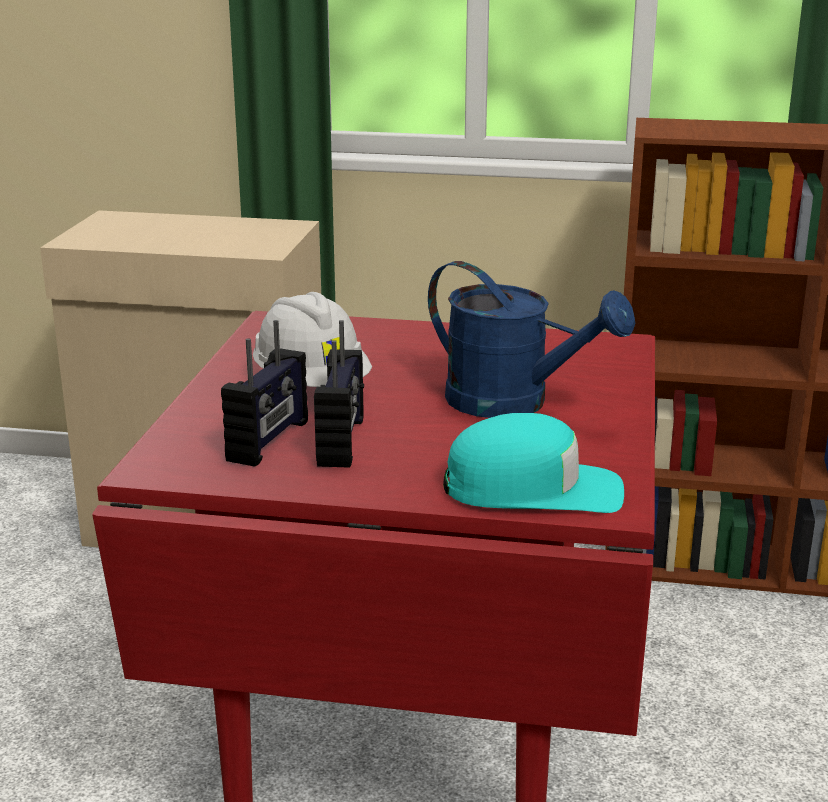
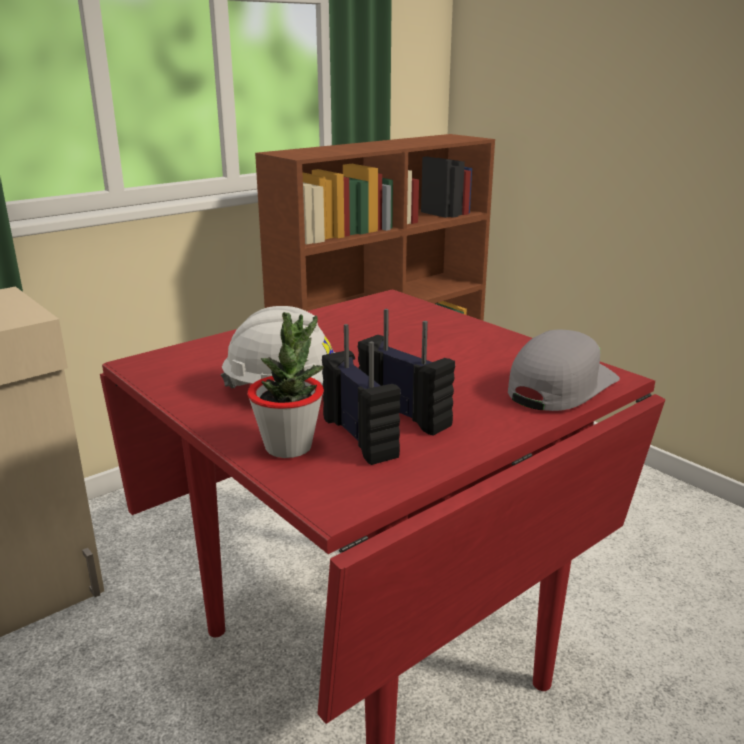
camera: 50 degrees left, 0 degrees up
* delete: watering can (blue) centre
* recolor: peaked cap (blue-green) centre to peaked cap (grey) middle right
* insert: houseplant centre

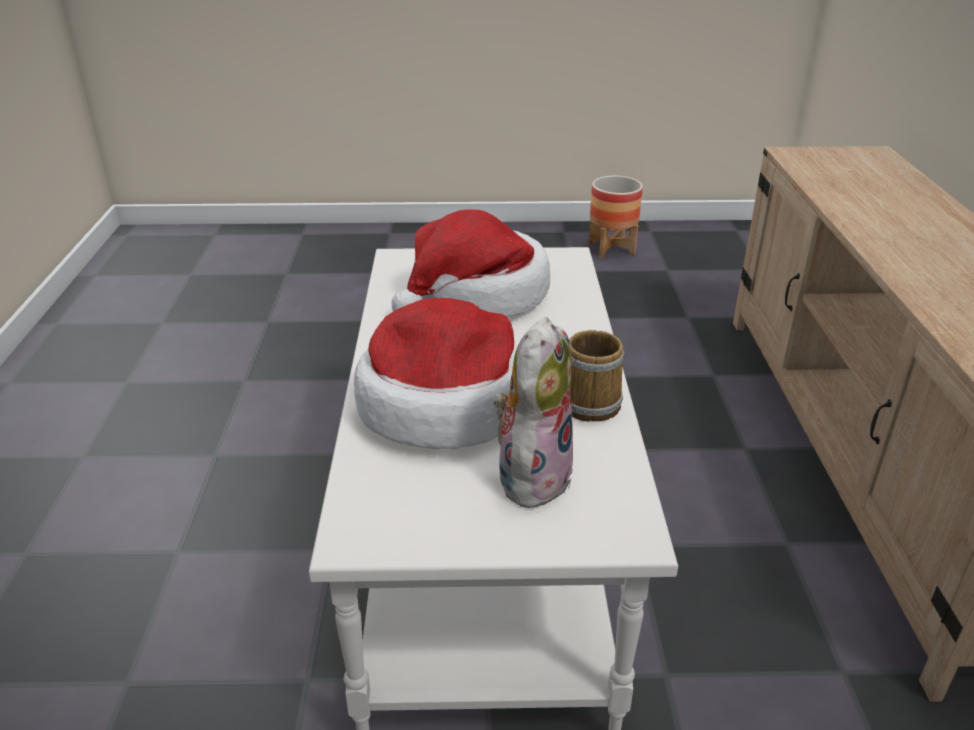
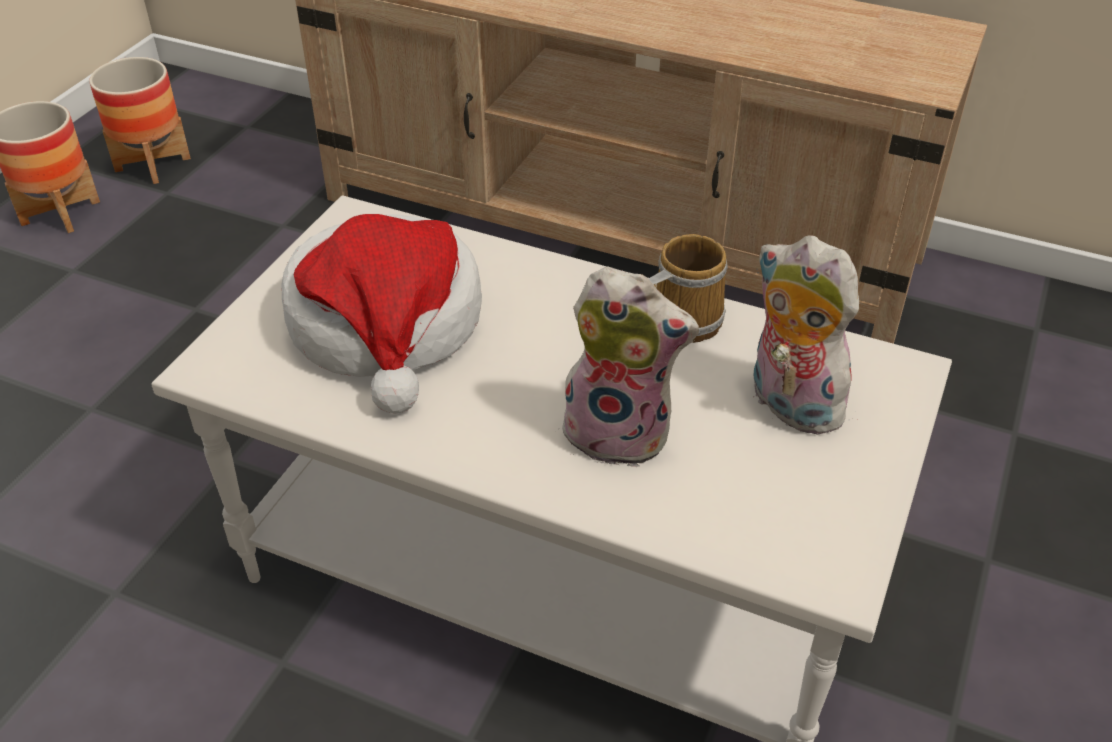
camera: 65 degrees left, 10 degrees up
* replace: clothing hat (1st from left) centre to plush toy (1st from left) centre
* insert: flower pot (2nd from left) top left

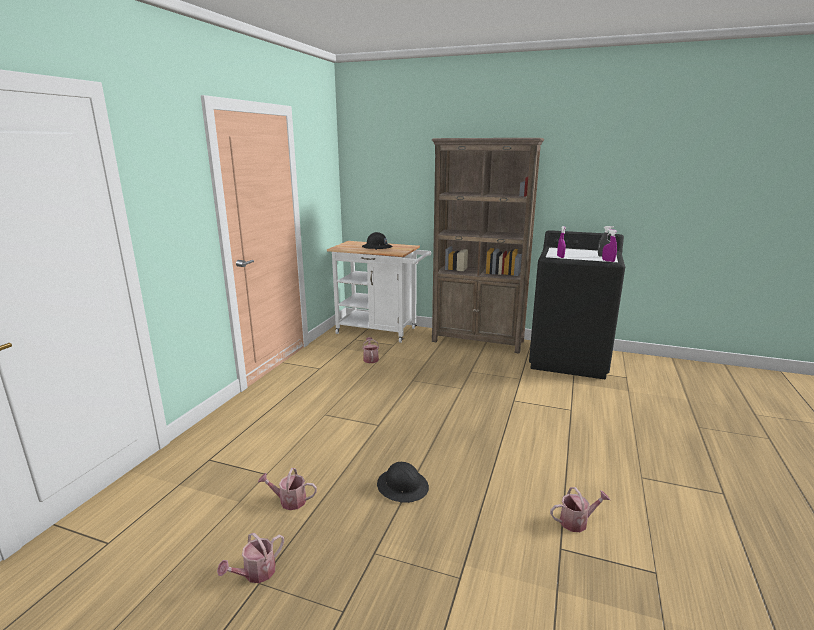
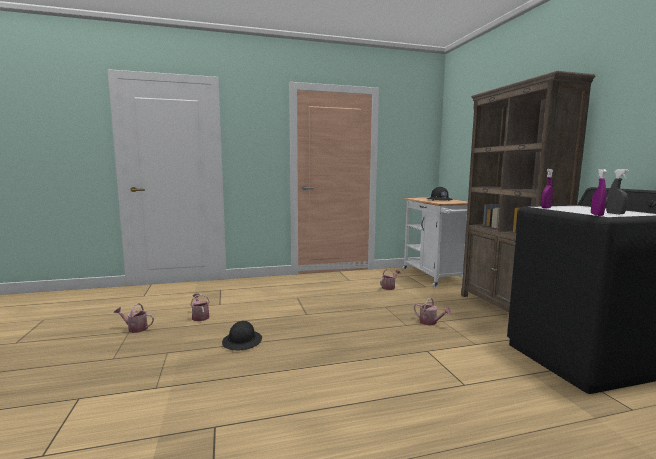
camera: 55 degrees right, 10 degrees down
* move: watering can (4th from left) bottom right to bottom centre

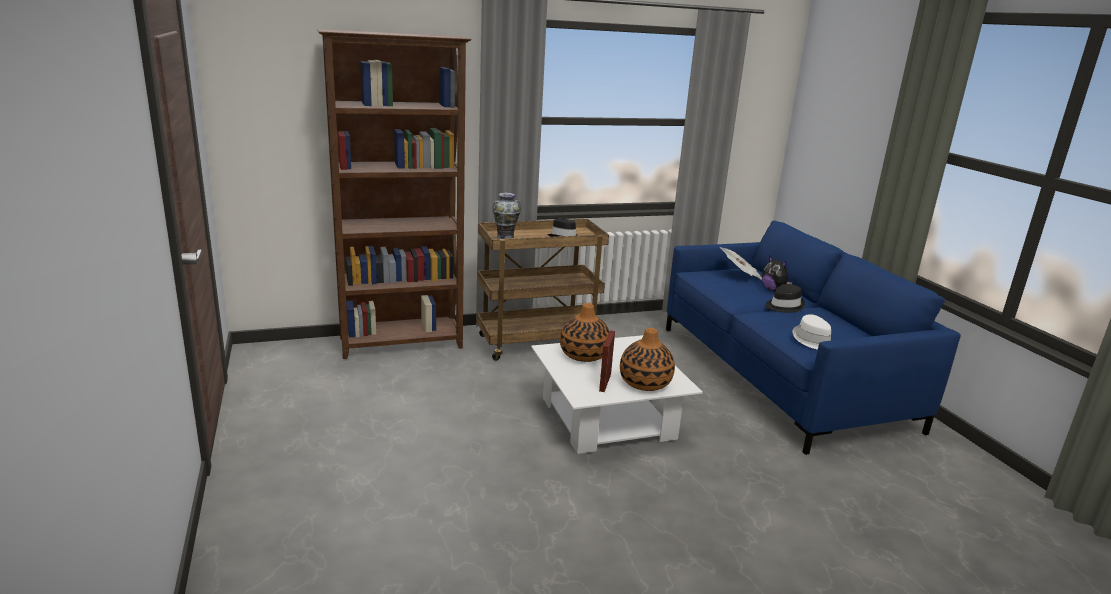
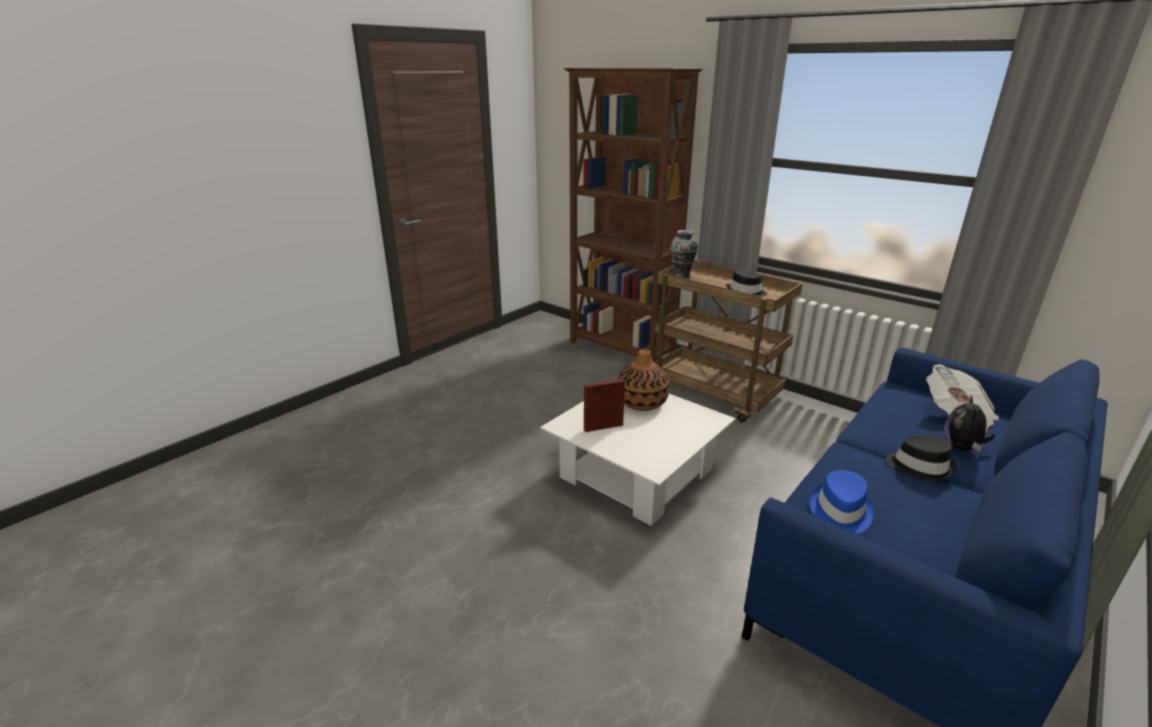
camera: 60 degrees right, 5 degrees up
* delete: flower vase (3rd from left) centre
* recolor: clothing hat (white) middle right to clothing hat (blue) bottom right

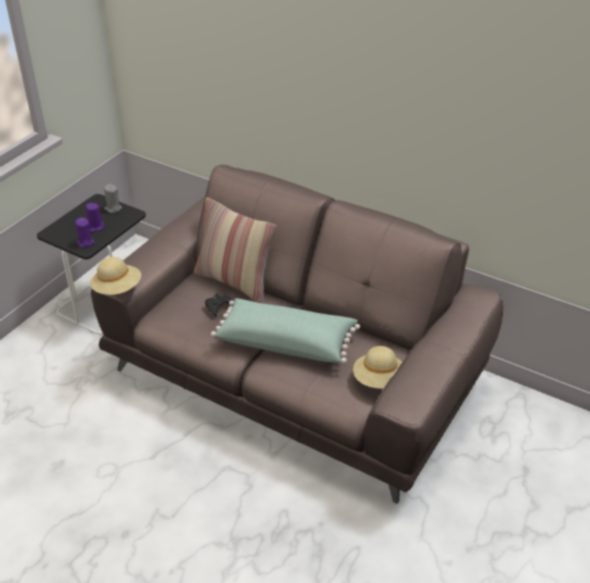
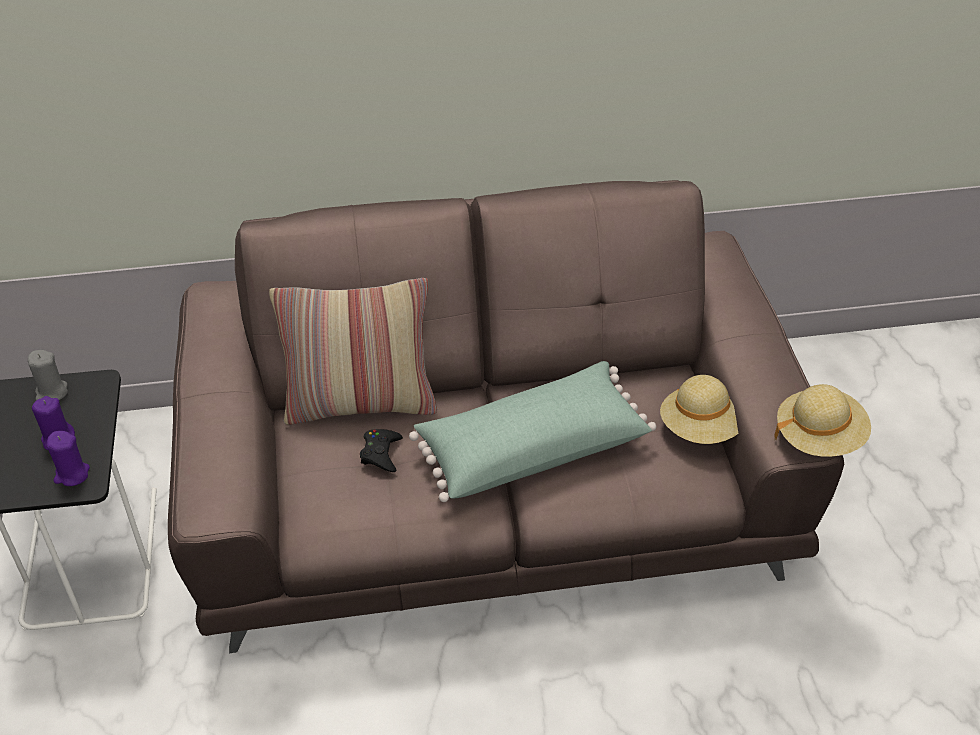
camera: 40 degrees left, 5 degrees up
* move: clothing hat (beige-coloured) (1st from left in the first image) middle left to clothing hat (beige-coloured) (2nd from left) middle right

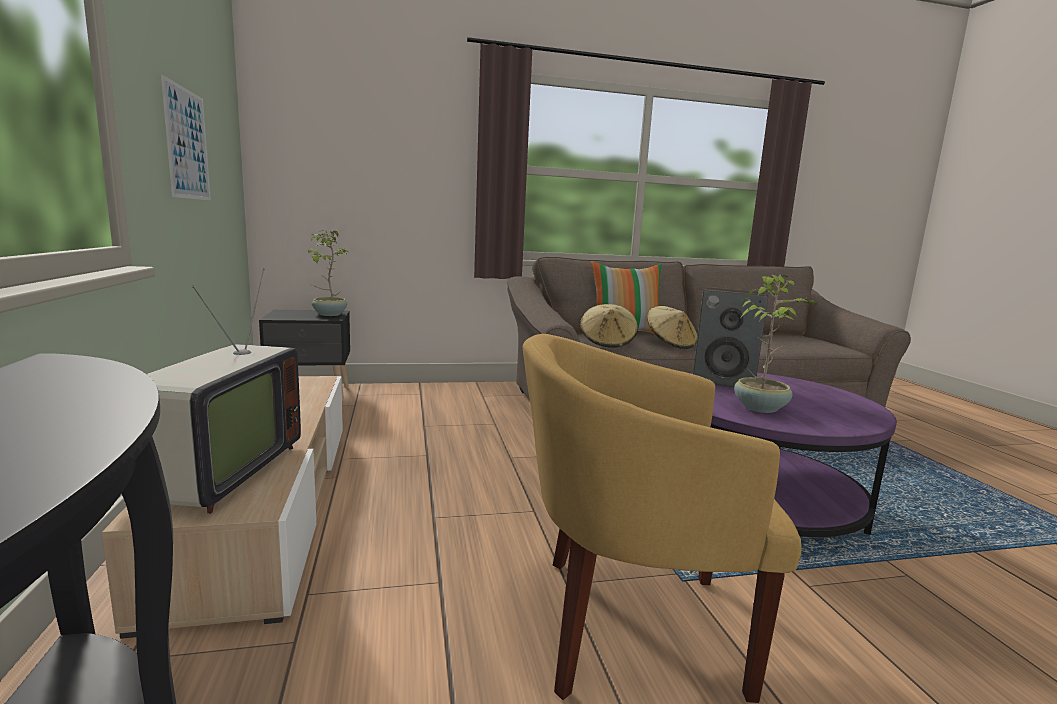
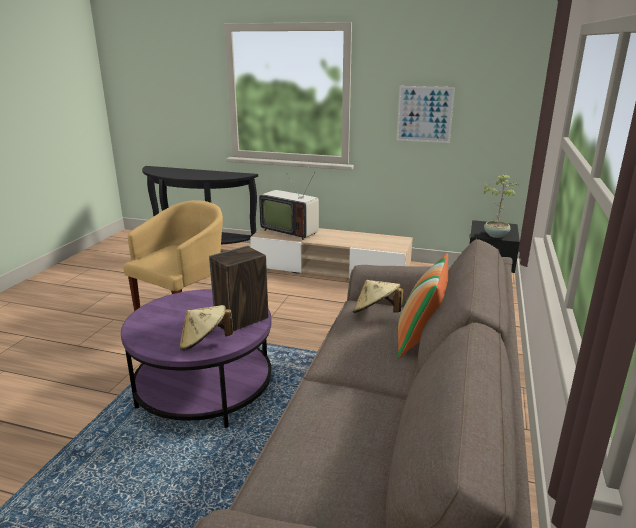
camera: 120 degrees right, 10 degrees up
* move: clothing hat (beige-coloured) (2nd from left in the first image) centre to clothing hat (beige-coloured) (1st from left) middle left
* delete: houseplant (2nd from left) middle right

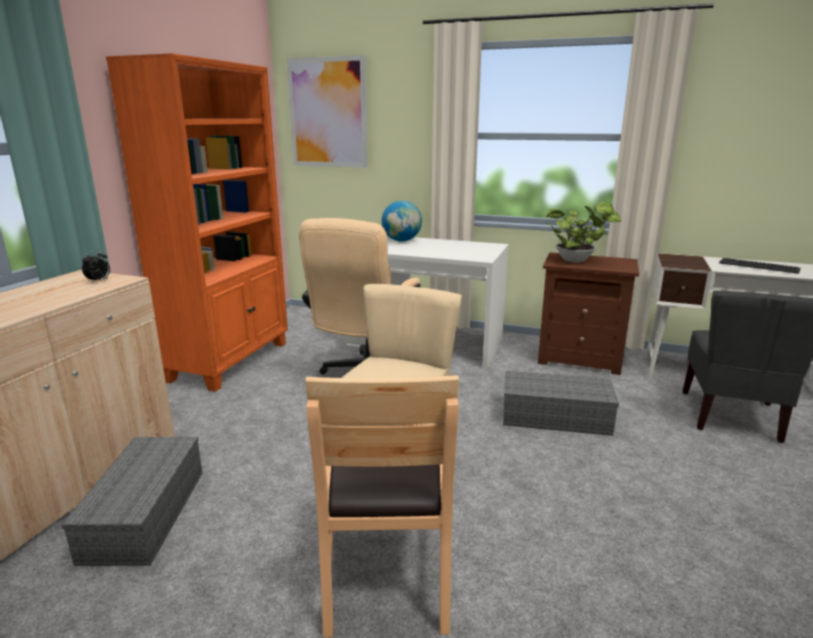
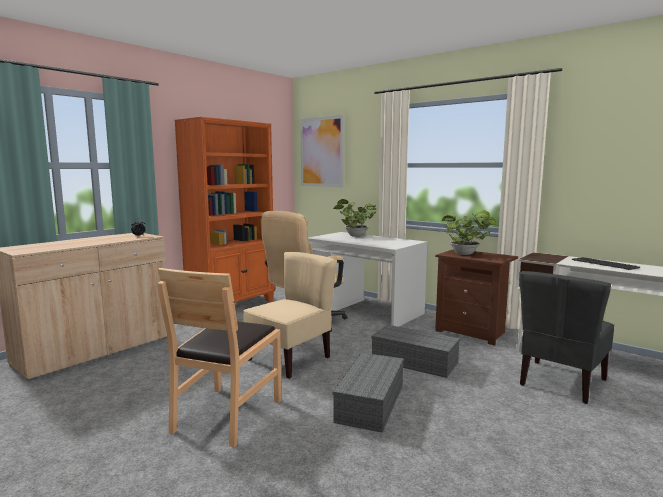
camera: 20 degrees right, 10 degrees down
* move: storage box (grey) (1st from left) bottom left to bottom centre
* replace: globe centre to houseplant (1st from left) centre

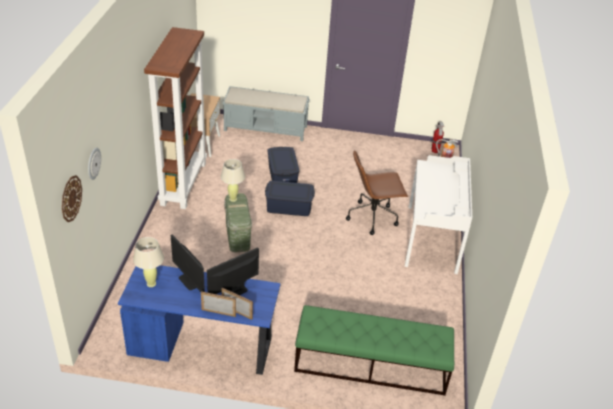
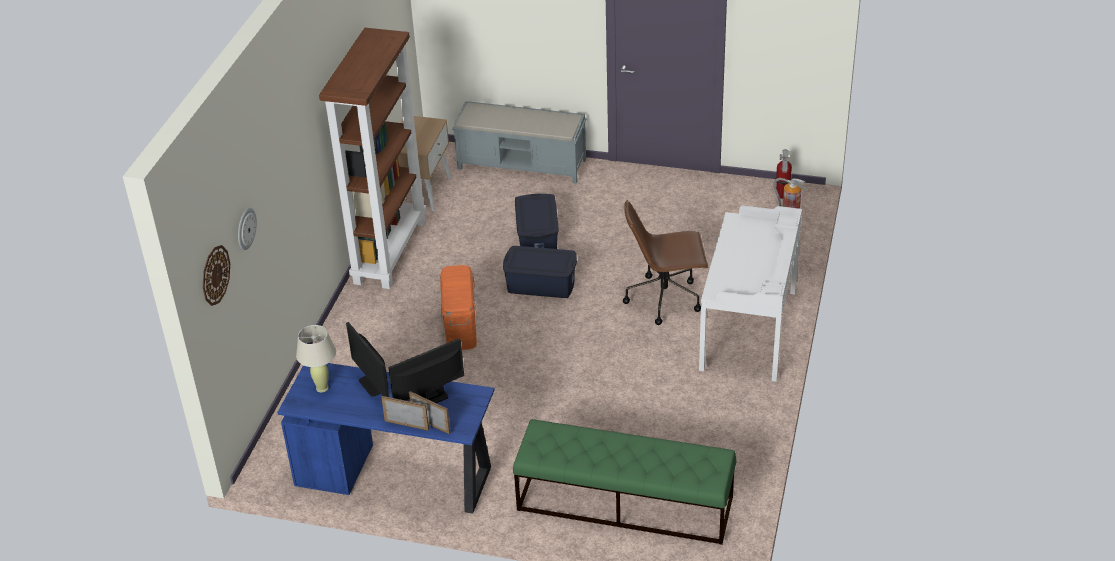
camera: 10 degrees right, 0 degrees up
* delete: table lamp (beige-coloured) (2nd from left) centre
* recolor: storage box (greenish) centre to storage box (orange-coloured) centre

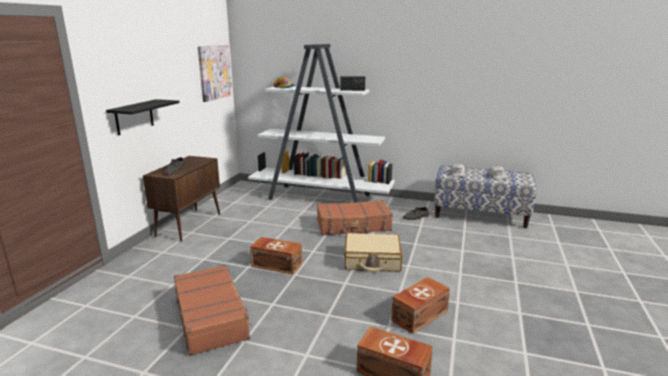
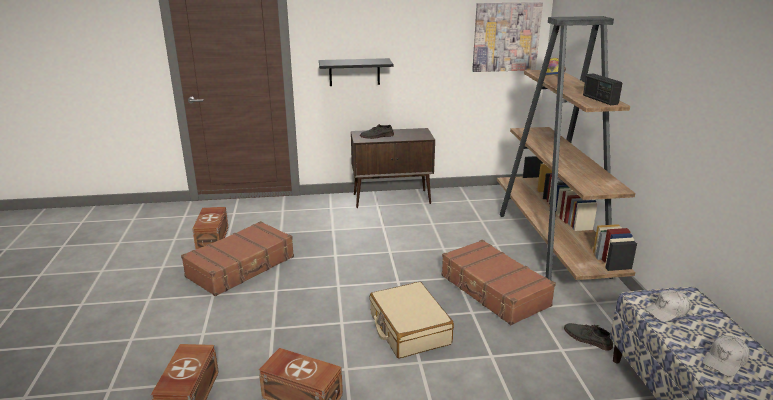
camera: 65 degrees right, 5 degrees up
* recolor: shelving unit (white) top centre to shelving unit (brown-coloured) middle right
* move: storage box (brown-coloured) (1st from left in the first image) bottom centre to storage box (brown-coloured) (2nd from left) middle left

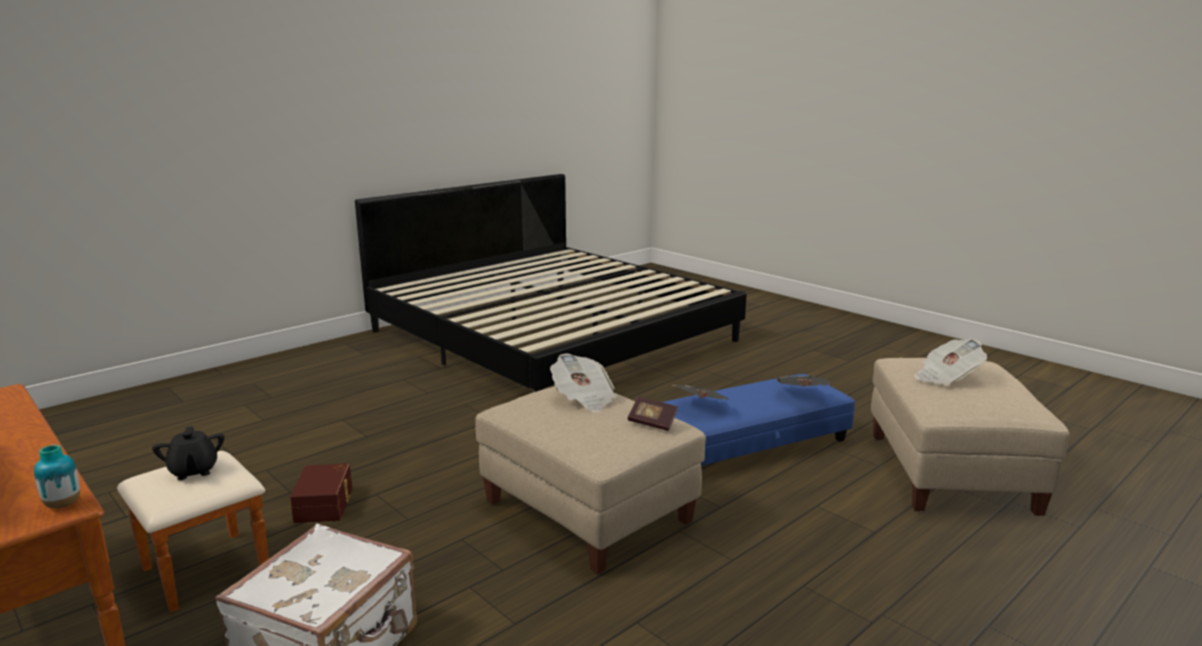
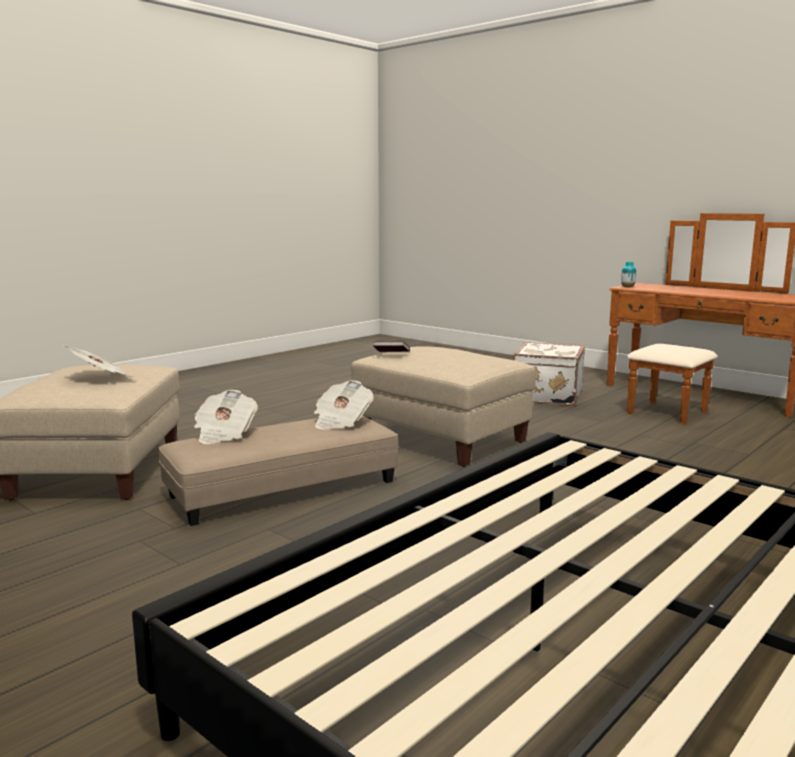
camera: 175 degrees right, 5 degrees down
* delete: teapot (blackish) bottom left
* delete: storage box (brown-coloured) bottom left
* delete: daily paper (1st from left) centre
* recolor: ottoman (blue) centre to ottoman (beige-coloured) (2nd from left) centre

